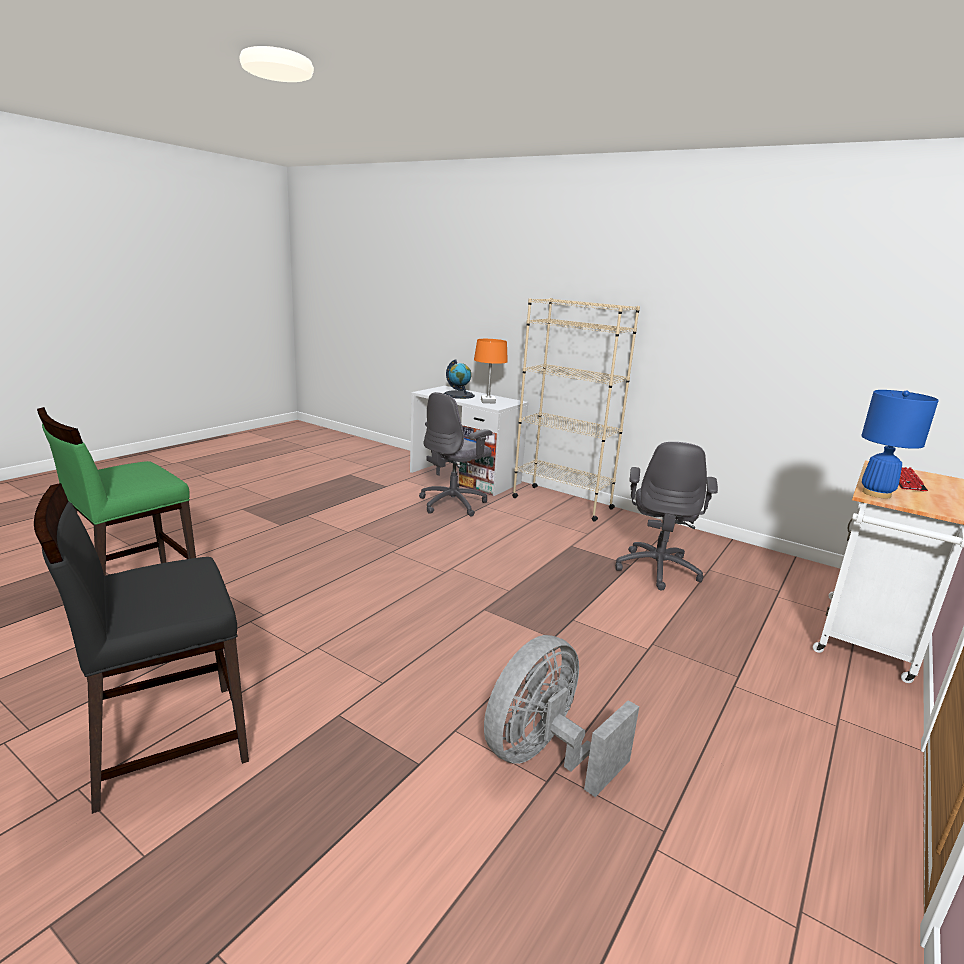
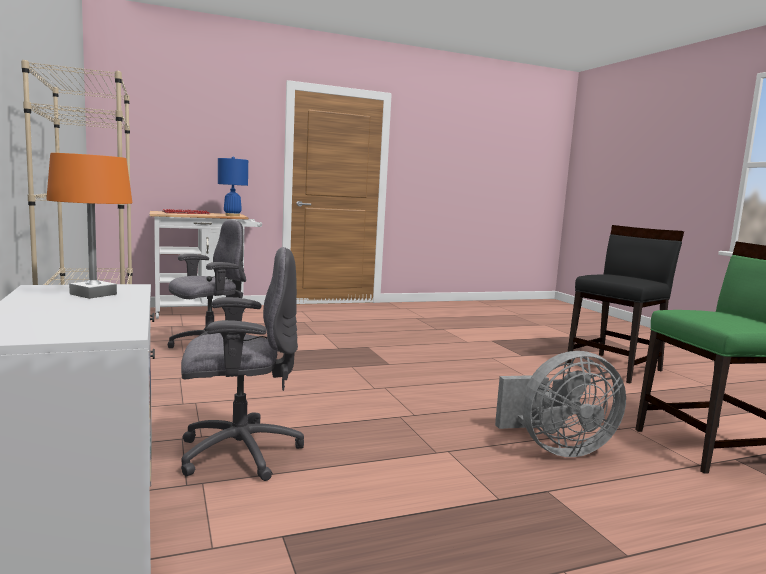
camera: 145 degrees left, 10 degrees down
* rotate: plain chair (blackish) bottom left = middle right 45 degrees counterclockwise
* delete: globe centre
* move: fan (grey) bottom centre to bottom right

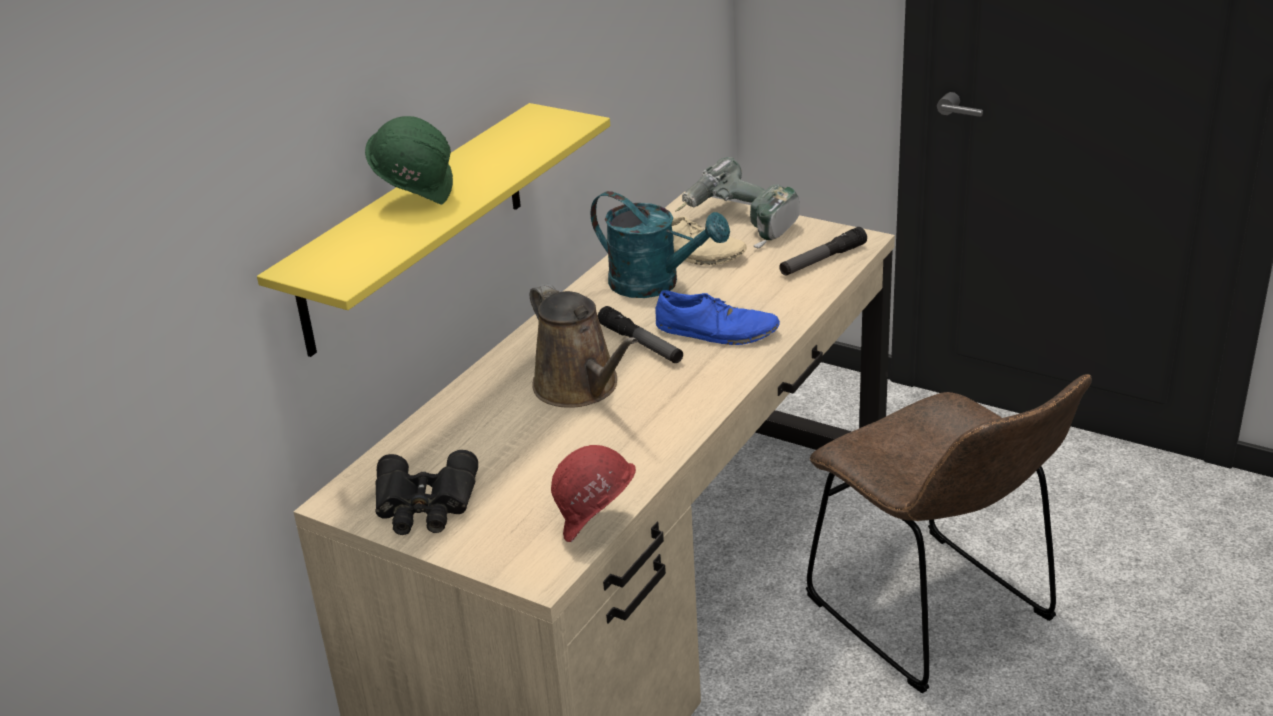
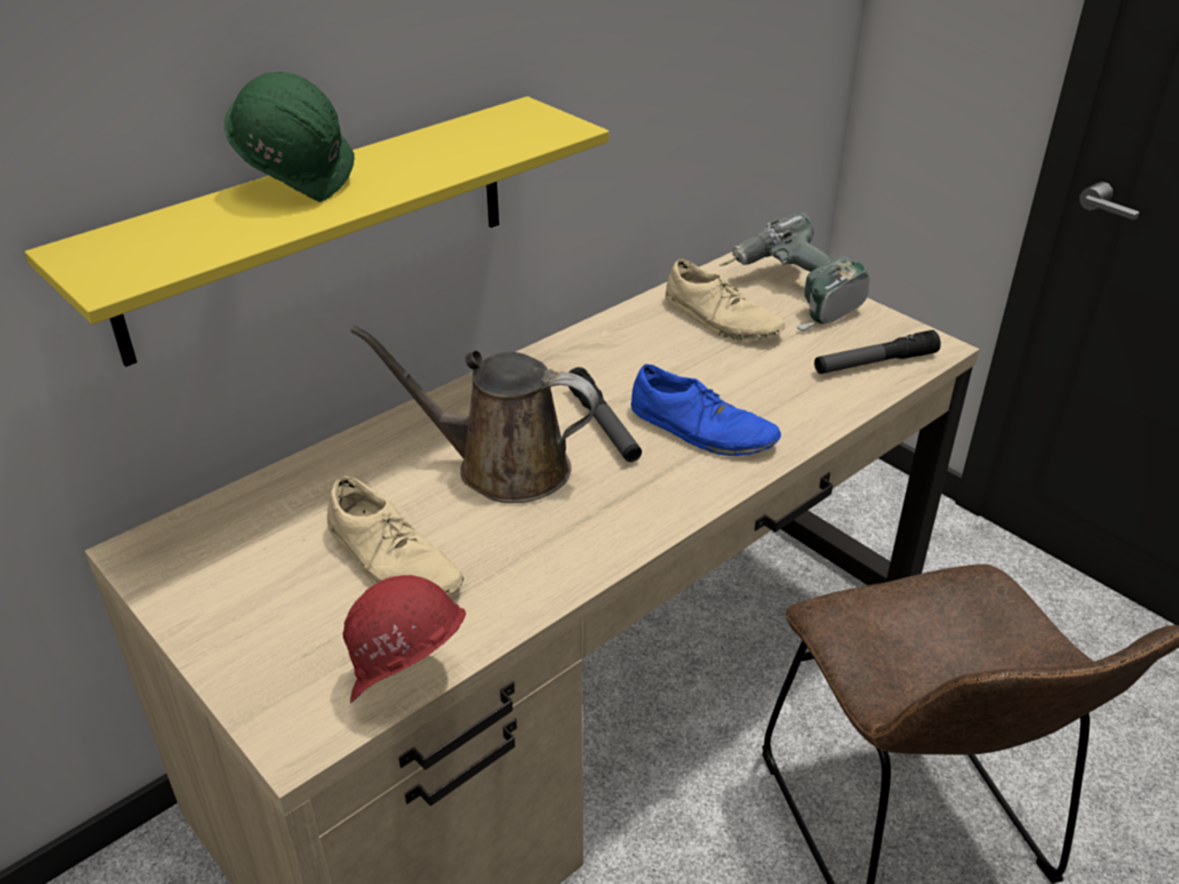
camera: 15 degrees right, 5 degrees up
* delete: binoculars (blackish) bottom centre
* rotate: watering can (brown-coloured) centre = centre 120 degrees clockwise
* delete: watering can (blue-green) centre
* insert: item of footwear (beige-coloured) (1st from left) centre

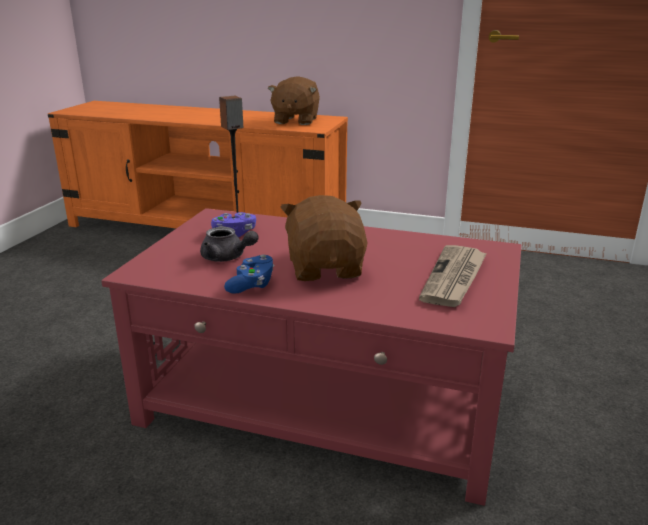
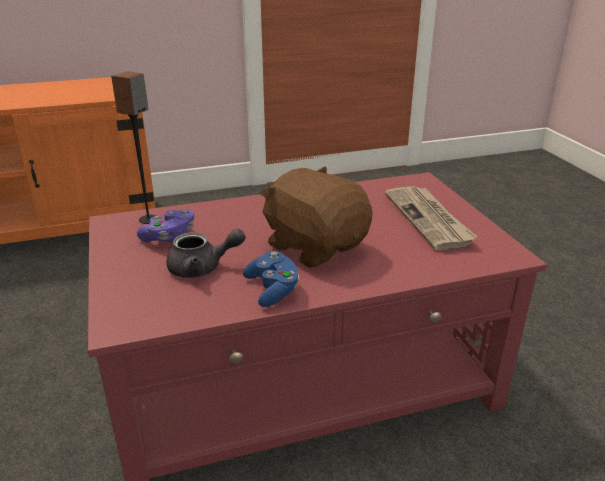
camera: 35 degrees left, 5 degrees up
* delete: plush toy (brown-coloured) (1st from left) top centre

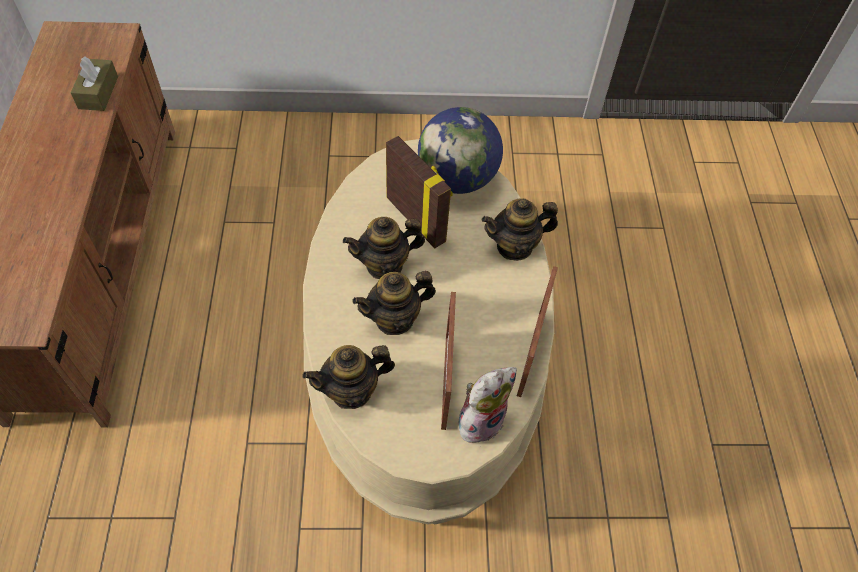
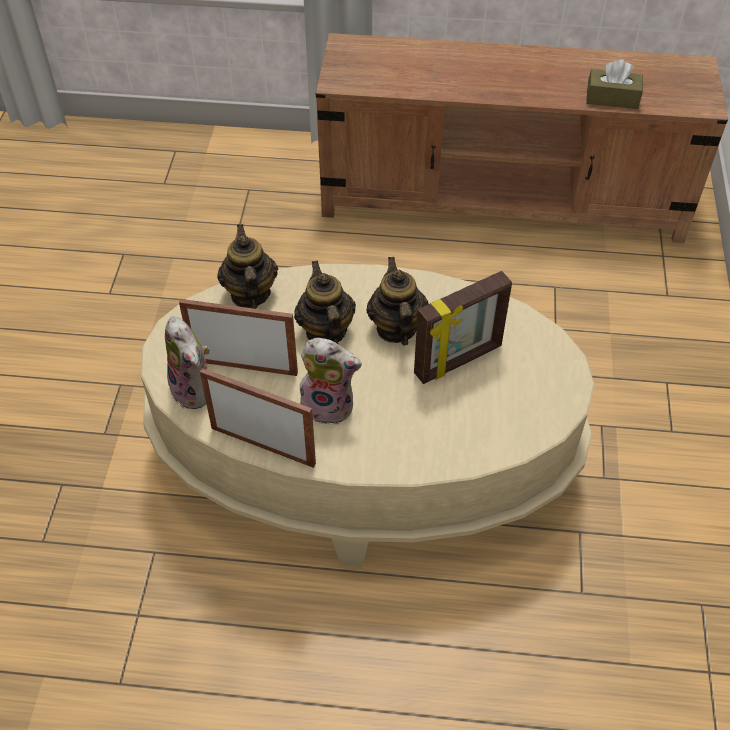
camera: 100 degrees right, 5 degrees down
* delete: globe top centre
* delete: teapot (4th from left) centre
* insert: plush toy (2nd from left) centre

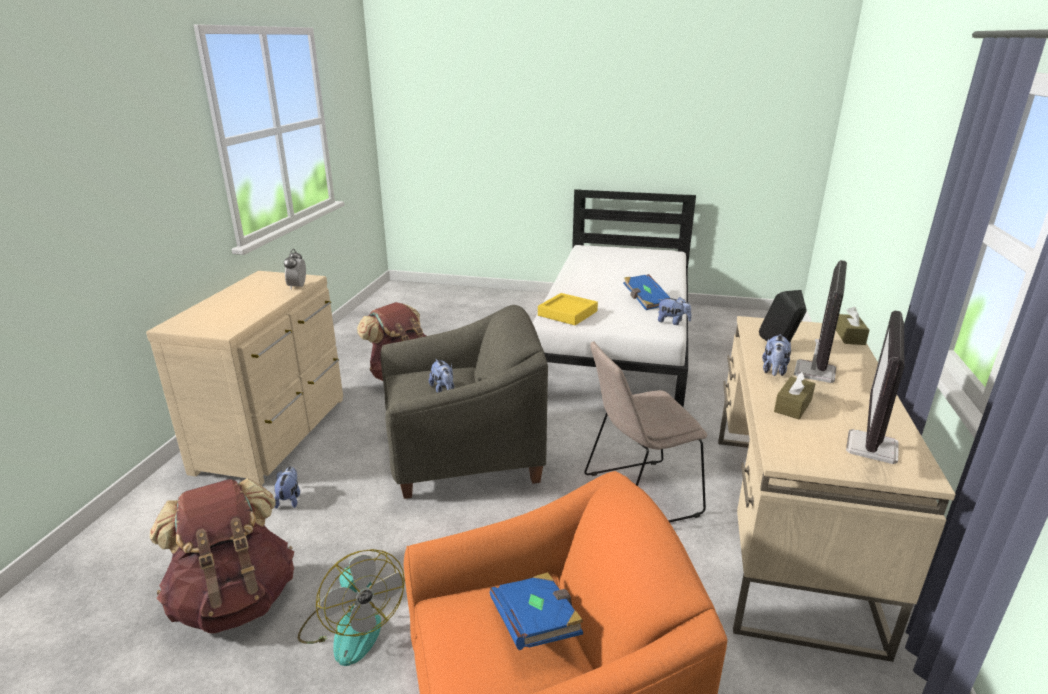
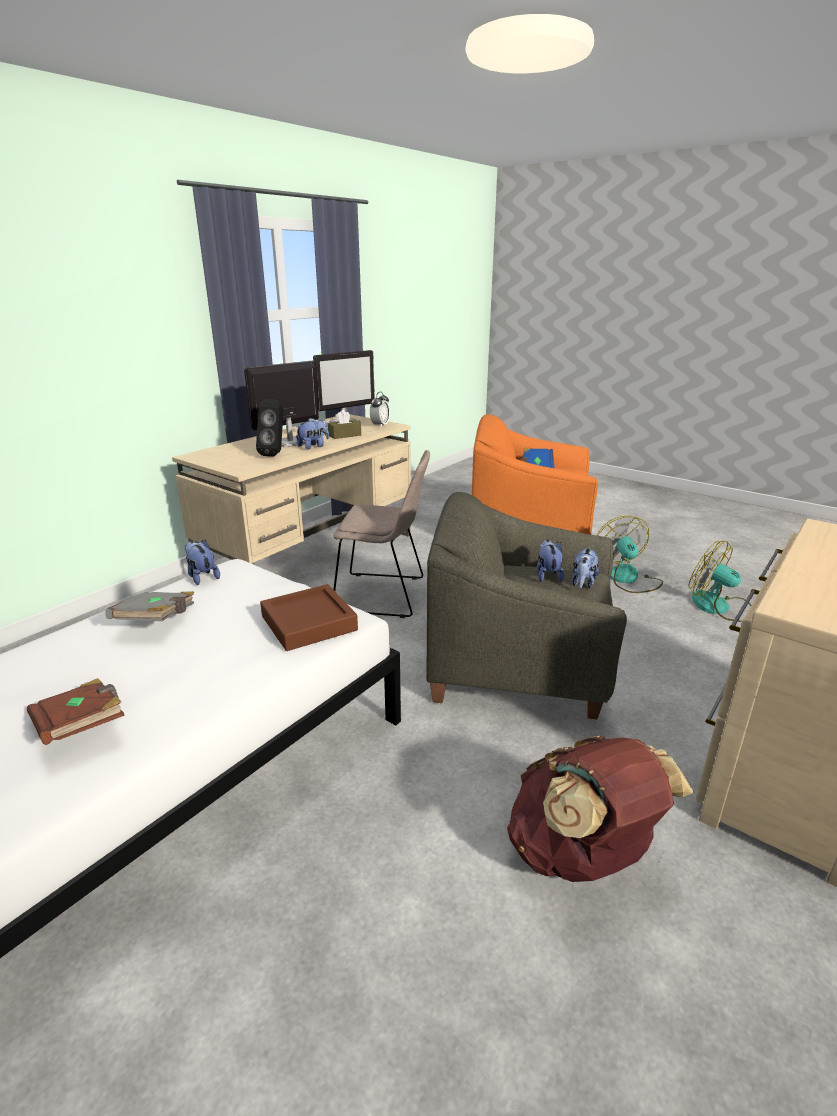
camera: 155 degrees left, 0 degrees up
* replace: knapsack (brown-coloured) (1st from left) bottom left to fan (2nd from left) middle right
* move: plush toy (1st from left in the first image) bottom left to plush toy (4th from left) middle right
* move: alarm clock middle left to centre
* recolor: serving tray (yellowish) centre to serving tray (brown-coloured) centre
* recolor: book (blue) (2nd from left) centre to book (grey) middle left
* delete: tissue holder (brown-coloured) (2nd from left) middle right
* insert: book (brown-coloured) middle left

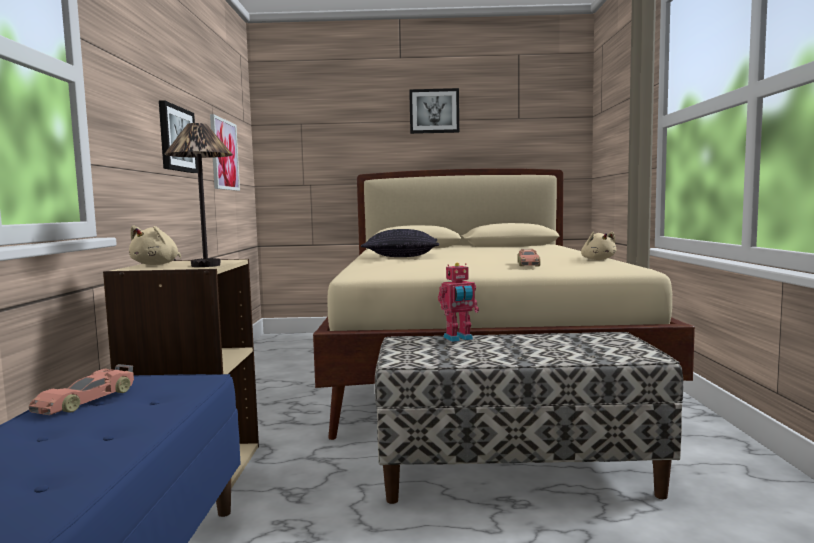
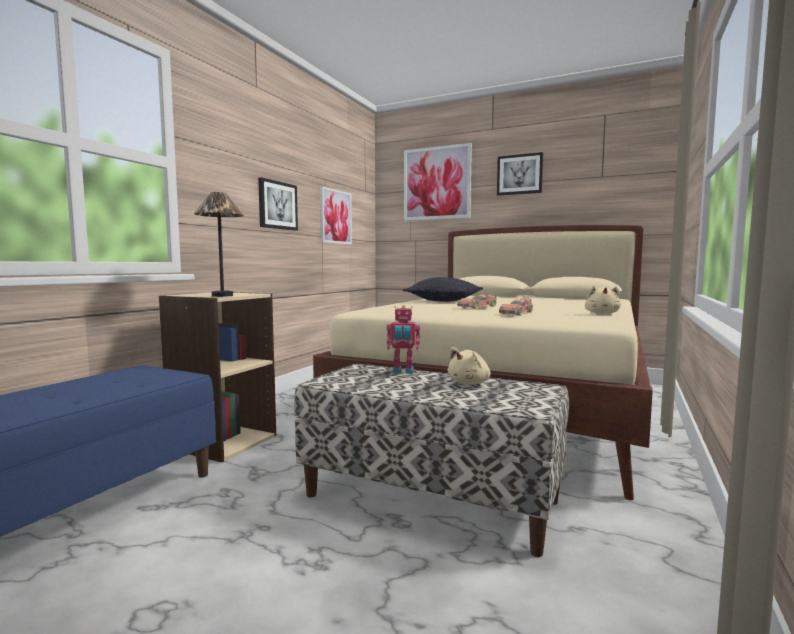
camera: 25 degrees right, 0 degrees up
* move: toy car (1st from left) bottom left to centre
* move: plush toy (beige-coloured) (1st from left) middle left to centre
* insert: picture (3rd from left) top centre

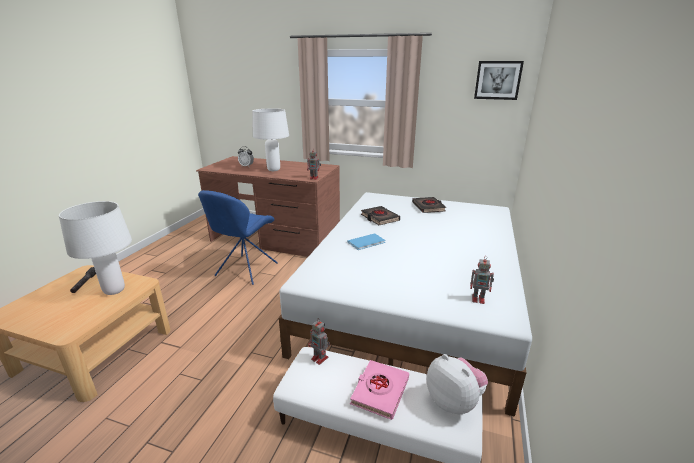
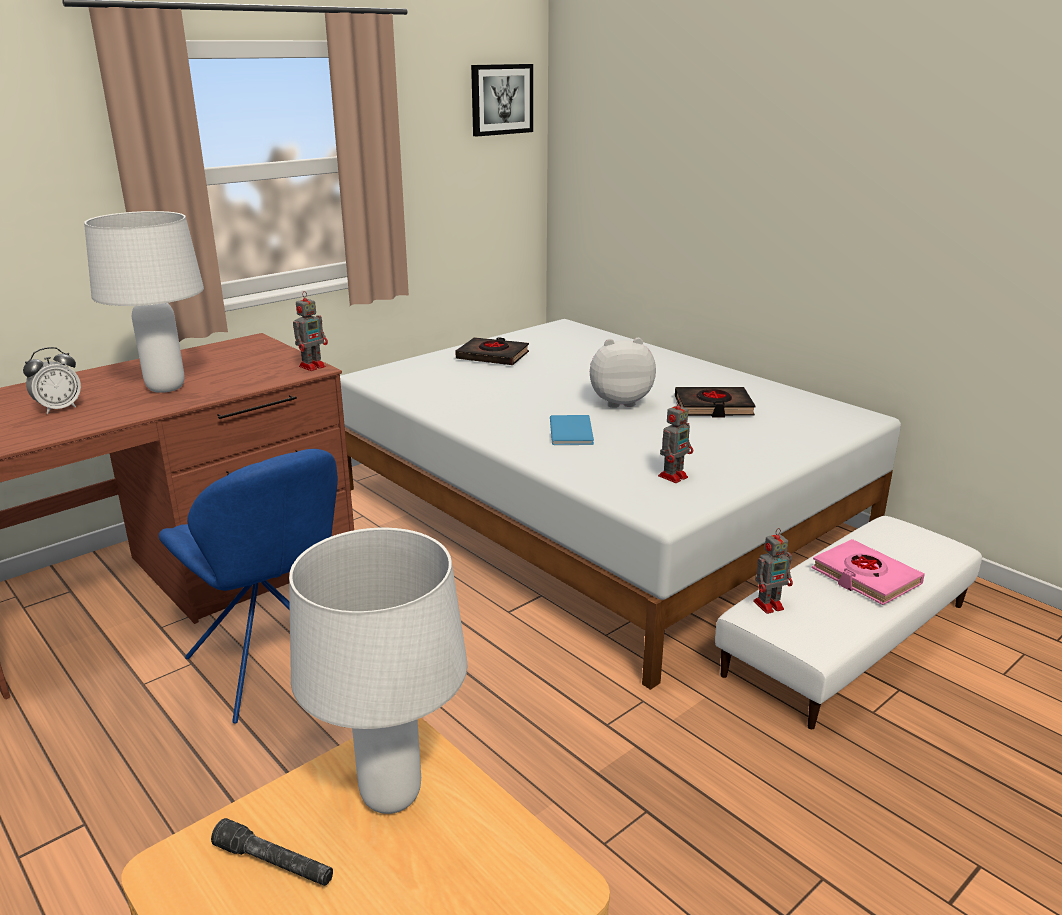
camera: 60 degrees left, 0 degrees up
* move: book (blackish) (1st from left in the first image) centre to book (blackish) (2nd from left) middle right
* move: plush toy bottom centre to centre
* move: toy robot (3rd from left in the first image) middle right to toy robot (2nd from left) centre

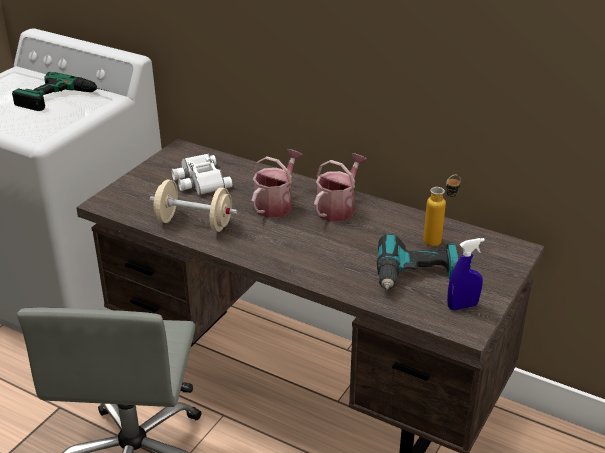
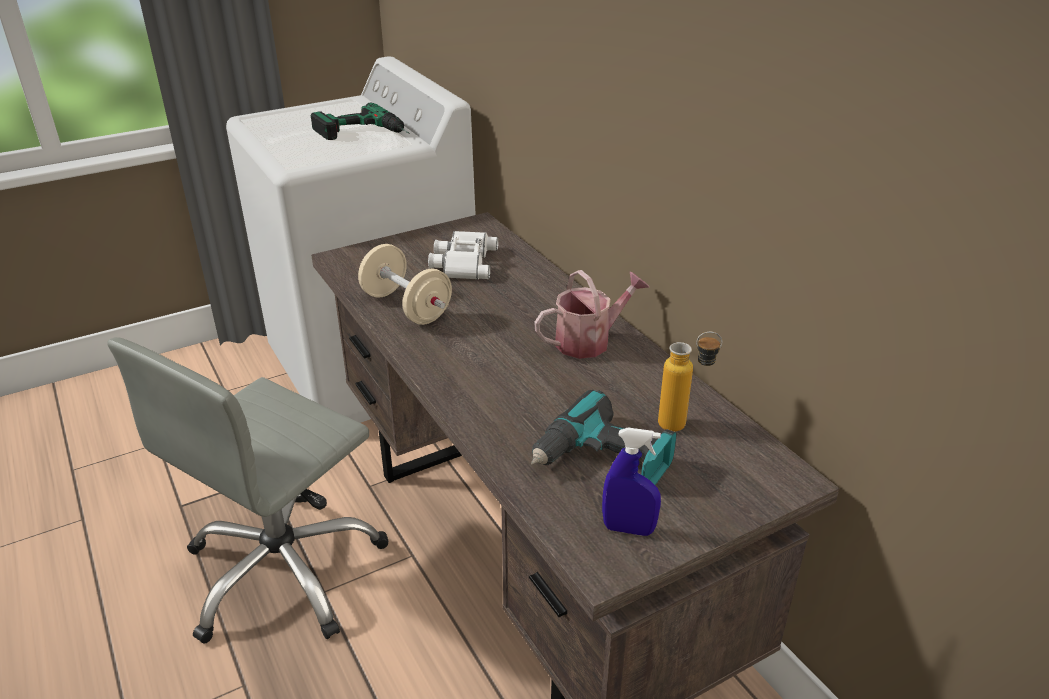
camera: 30 degrees right, 0 degrees up
* delete: watering can (1st from left) centre

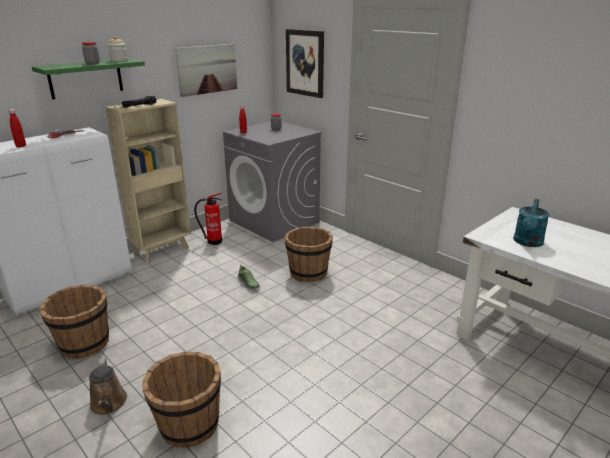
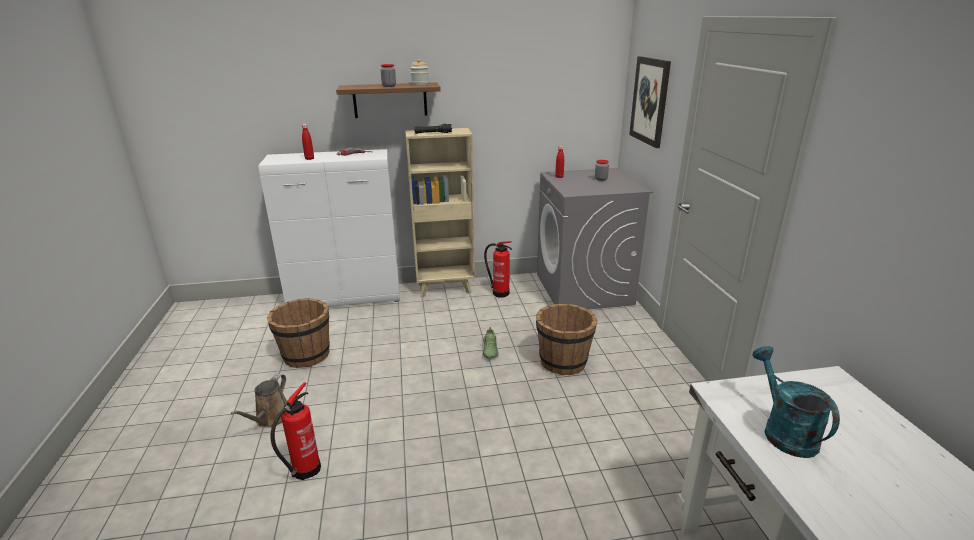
camera: 35 degrees right, 0 degrees up
* recolor: bracket shelf (greenish) top left to bracket shelf (brown-coloured) top centre
* replace: bucket (brown-coloured) (2nd from left) bottom left to fire-fighting cylinder (1st from left) bottom left
* delete: picture (1st from left) top centre
* rotate: watering can (blue-green) middle right = bottom right 105 degrees clockwise

